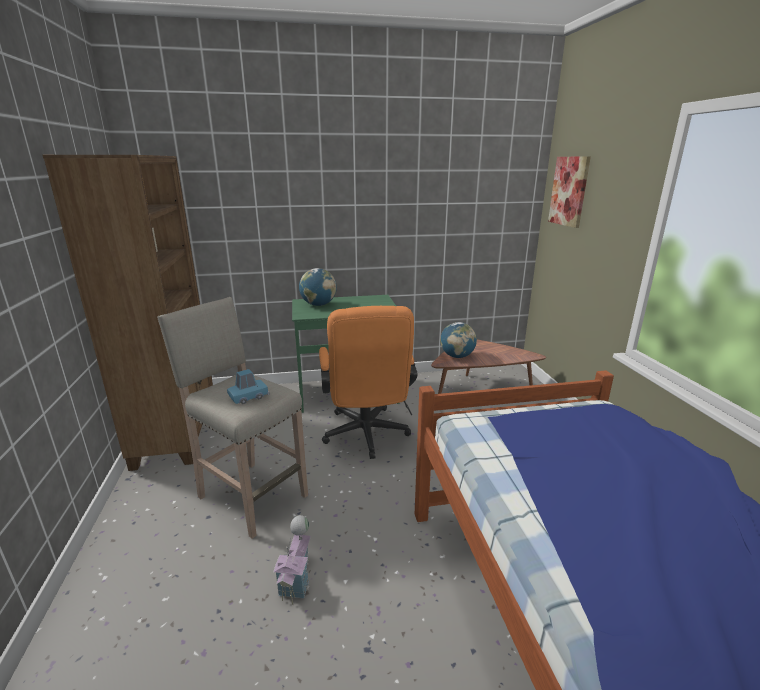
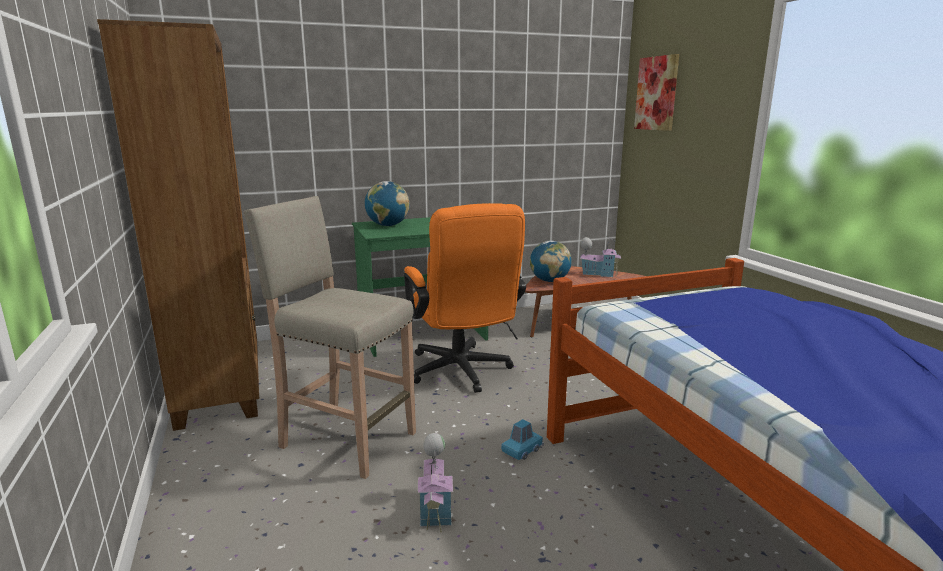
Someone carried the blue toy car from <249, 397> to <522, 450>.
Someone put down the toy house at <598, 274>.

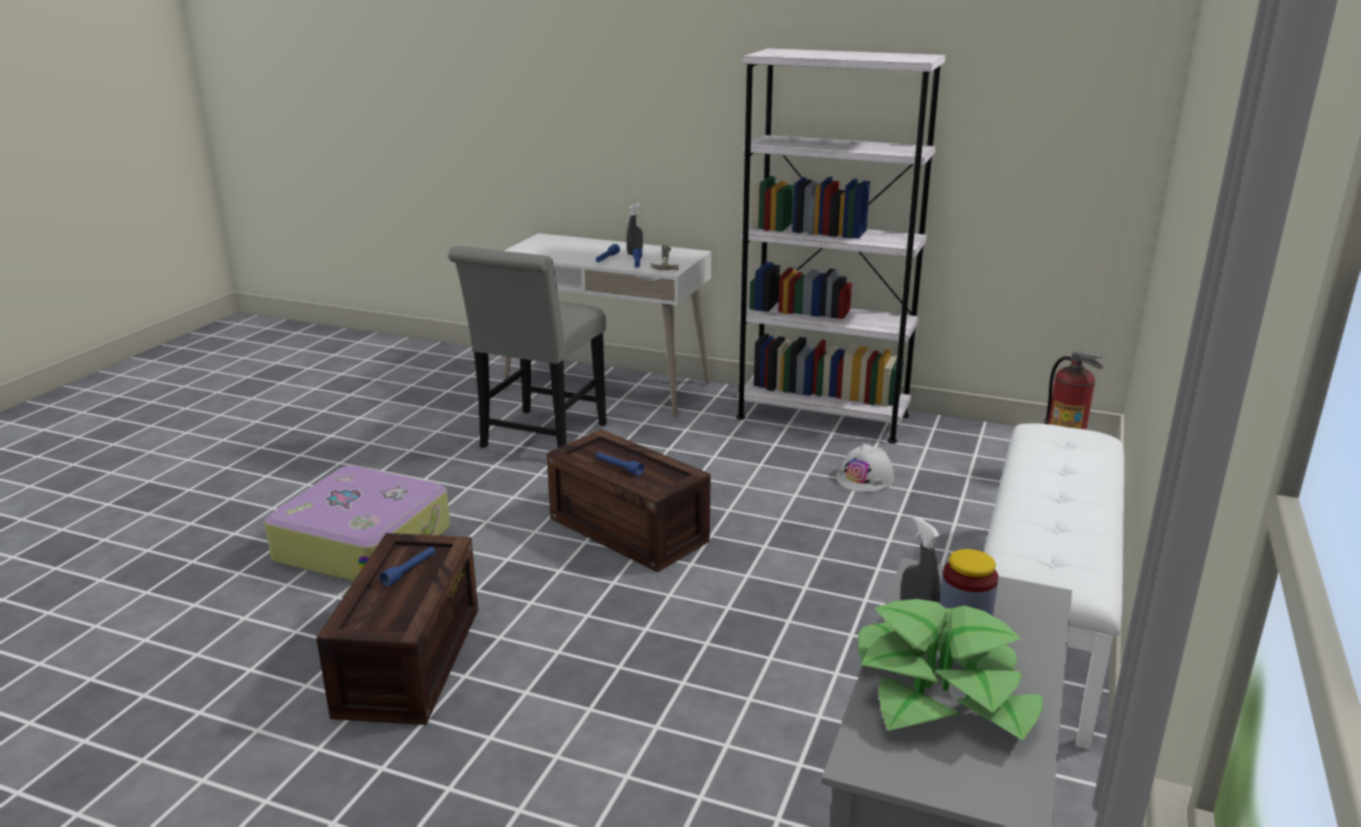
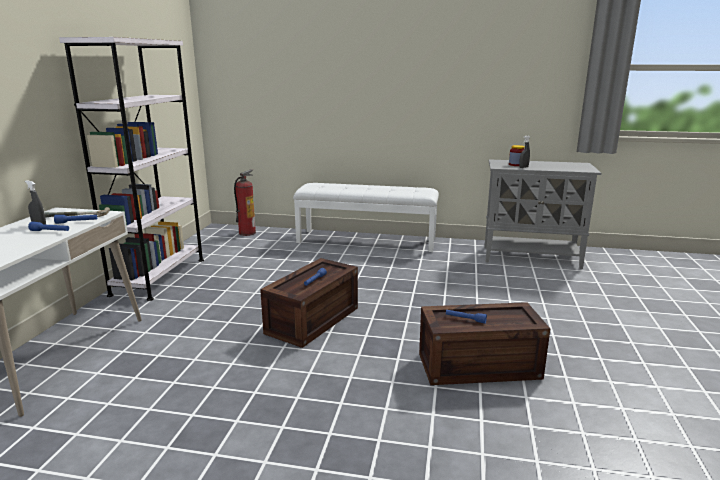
Someone took away the suitcase at <364, 543>.
Someone took away the grey chair at <539, 439>.
Someone took away the white hard hat at <865, 478>.
Someone took away the potted plant at <942, 691>.

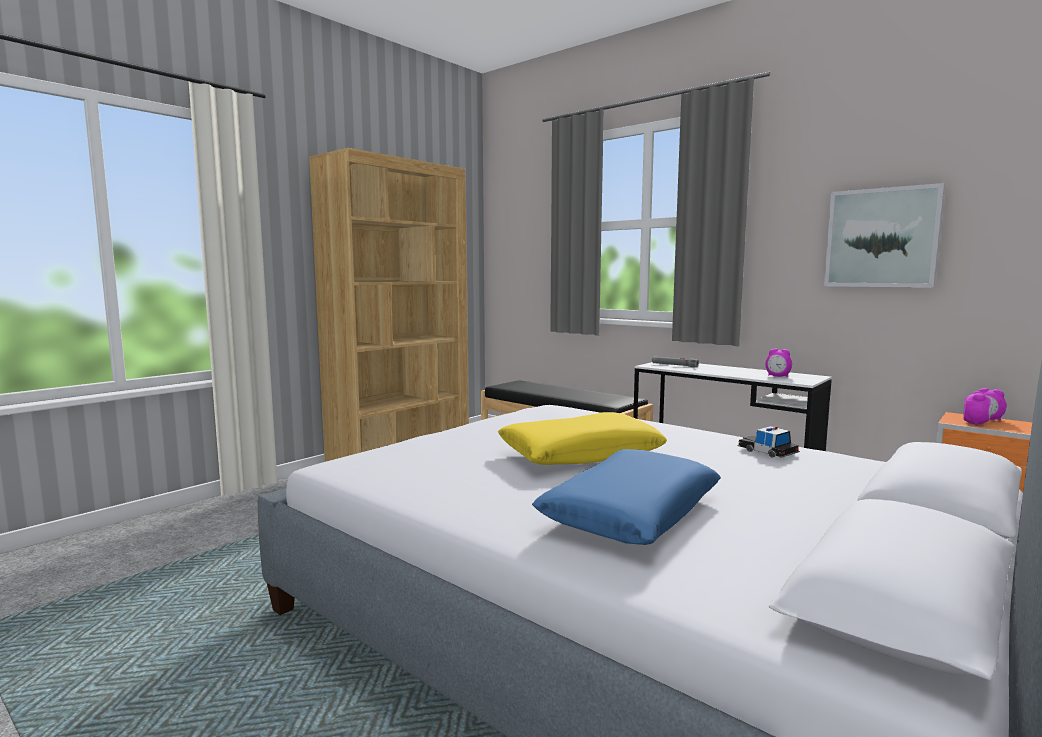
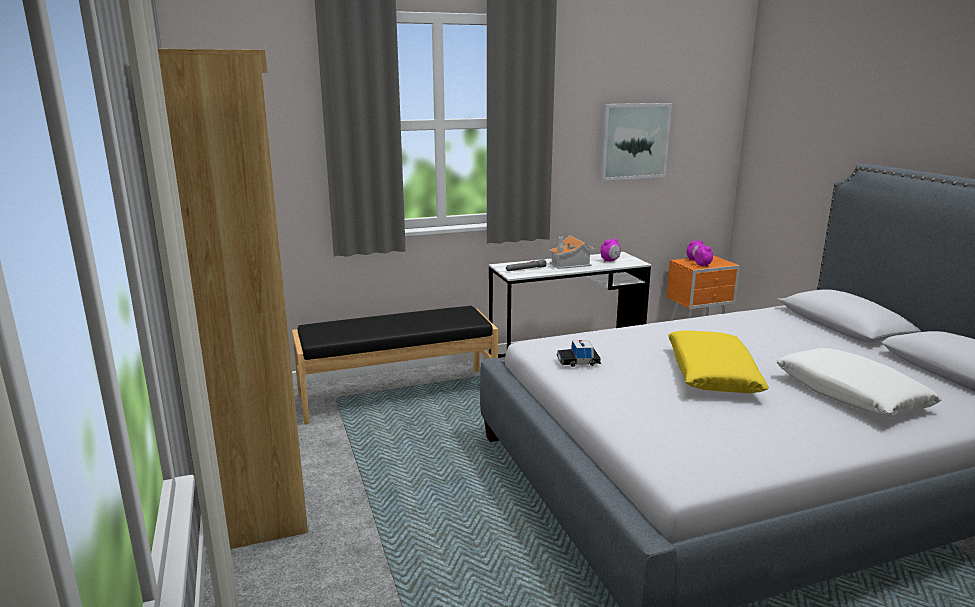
Someone repainted the blue pillow at <631, 513>, which became the white pillow at <850, 394>.
Someone carried the toy car from <767, 451> to <578, 361>.
Someone put down the toy house at <570, 263>.

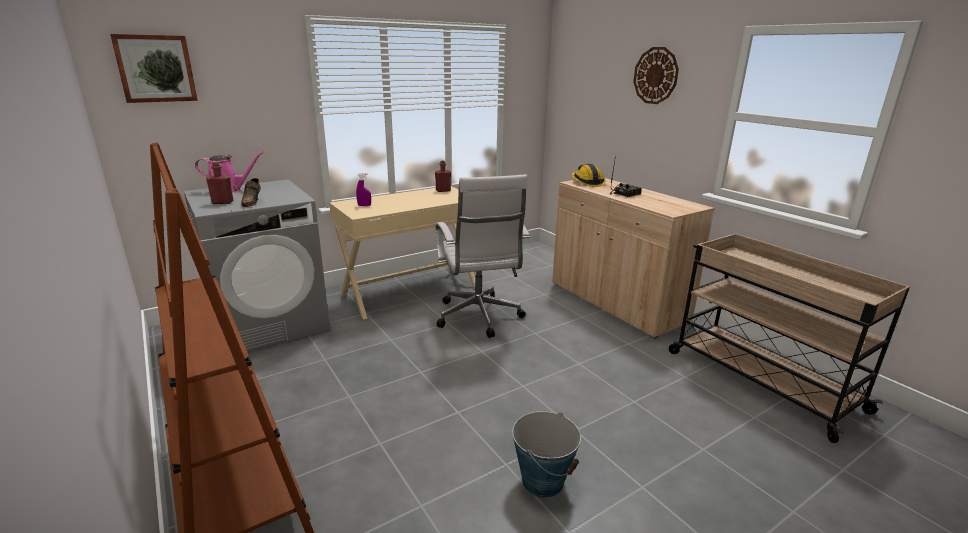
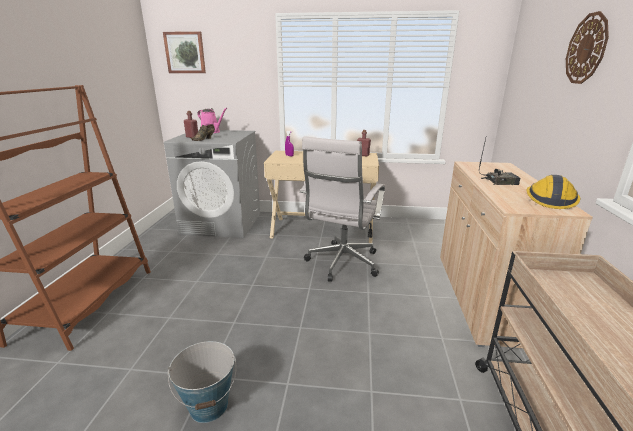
Someone carried the hard hat from <587, 182> to <550, 200>.

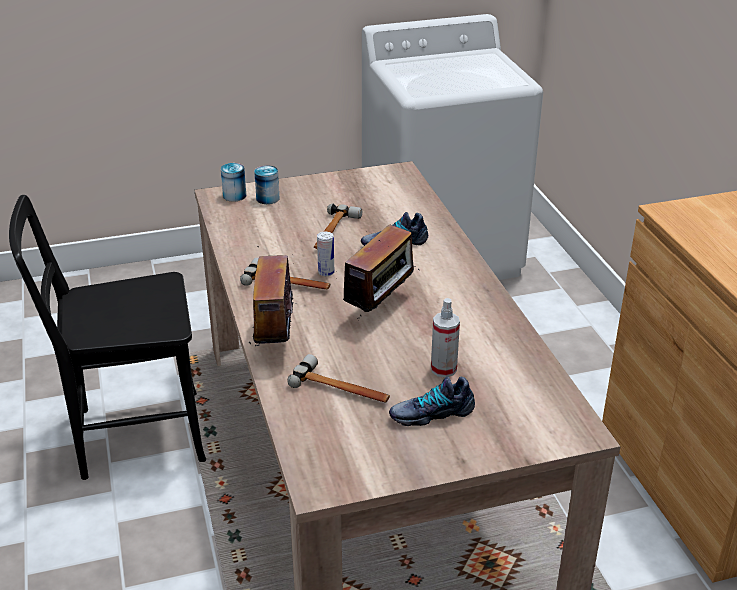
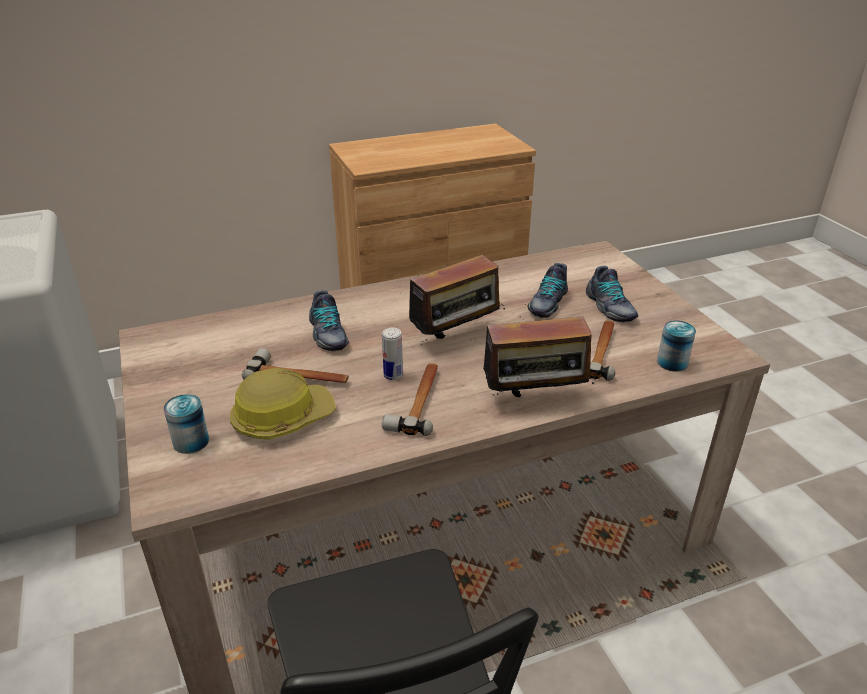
Someone carried the can from <234, 195> to <672, 362>.
Someone rotated the radio at <380, 306> by 120 degrees clockwise.
Someone swapped the spray bottle at <443, 369> for the shoe at <547, 303>.
Someone put down the hard hat at <282, 418>.

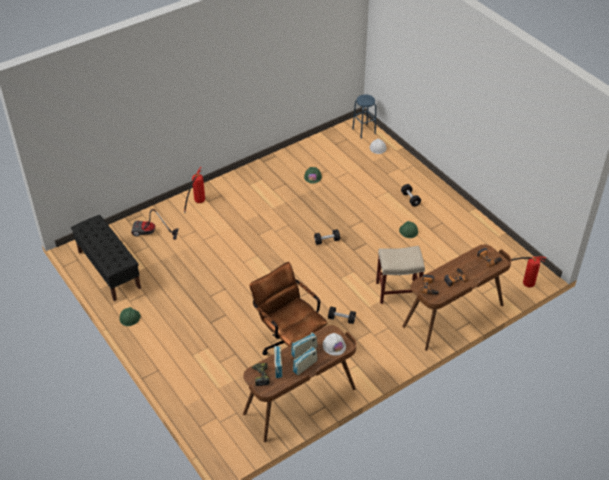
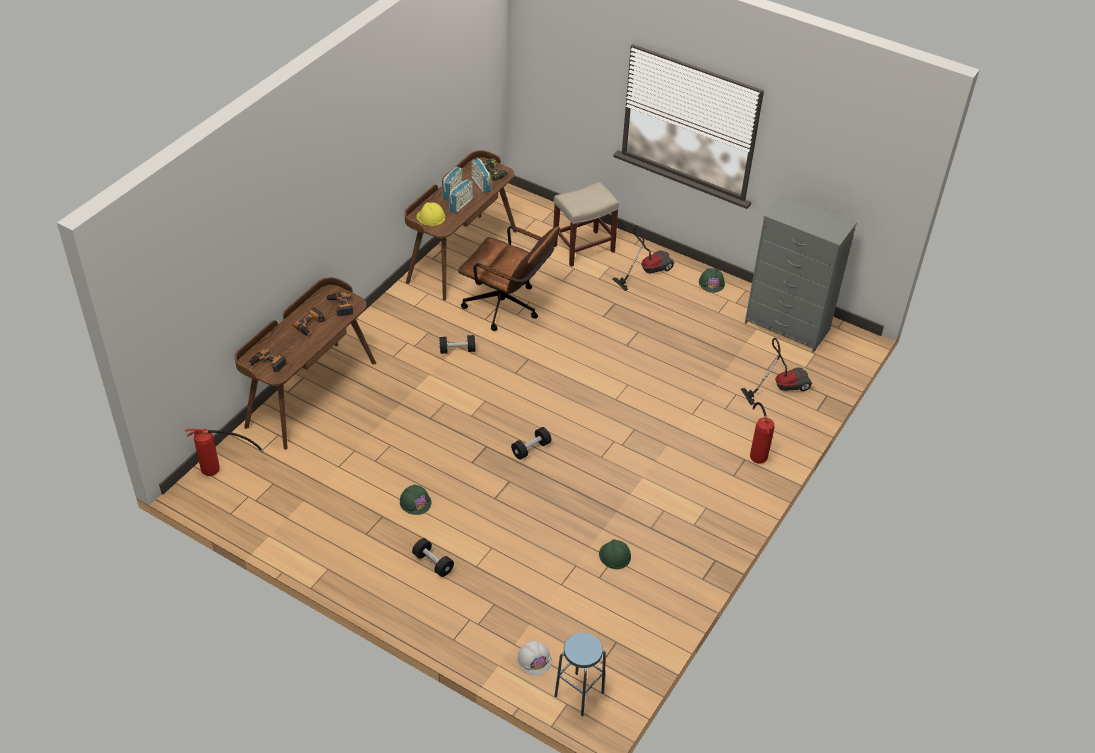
Someone swapped the black bench at <109, 269> for the grey dresser at <788, 326>.
Someone repainted the white hard hat at <334, 346>, which became the yellow hard hat at <430, 217>.
Someone carried the beige stool from <398, 291> to <582, 249>.
Someone put down the vacuum cleaner at <646, 270>.

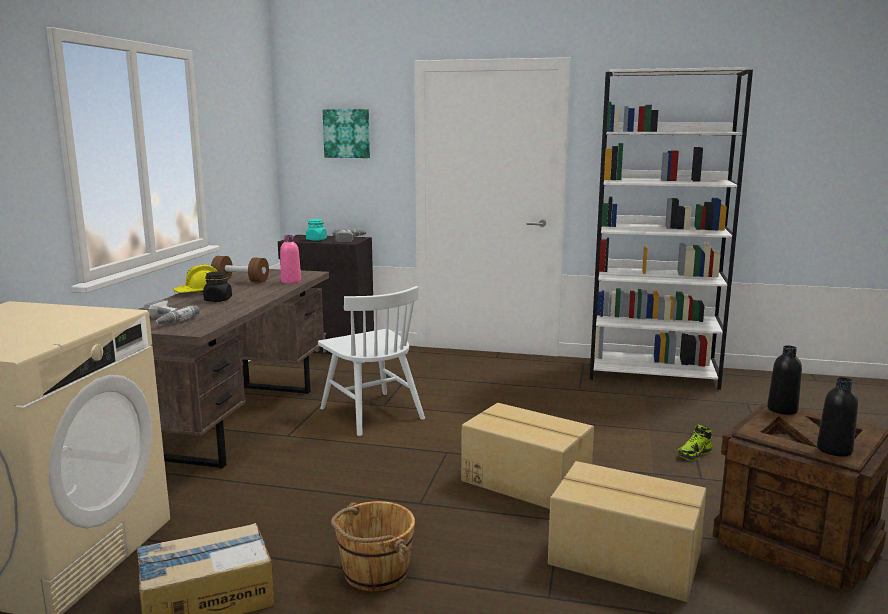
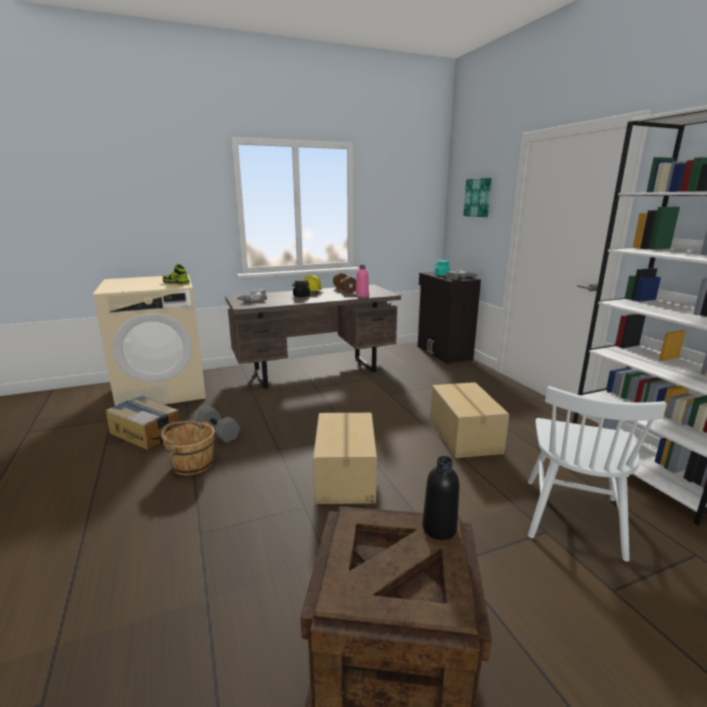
Someone carried the white chair from <371, 413> to <572, 516>.
Someone carried the cardboard box from <624, 560> to <463, 436>.
Someone carried the shoe from <694, 454> to <176, 283>.
Someone took away the black bottle at <834, 450>.
Someone put down the grey dumbbell at <217, 433>.

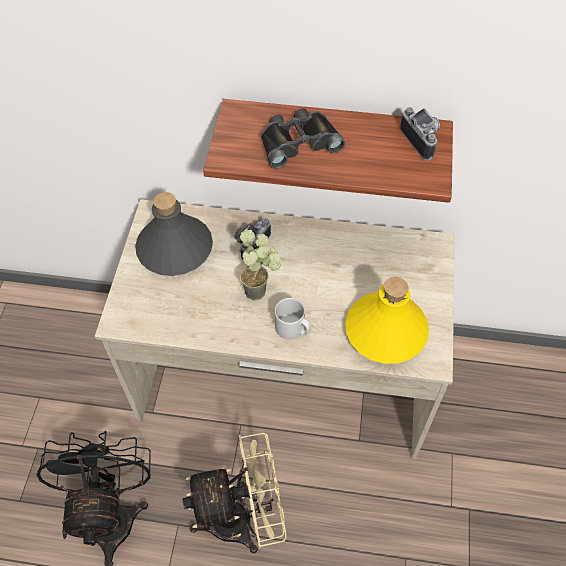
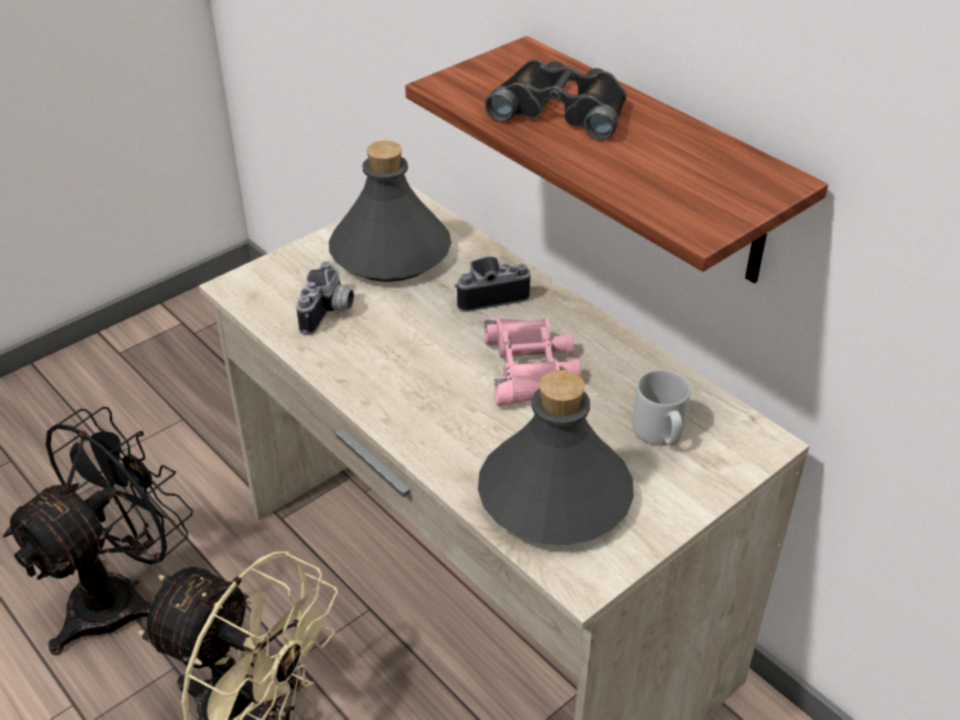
Someone took away the potted plant at <261, 291>.
Someone carried the grey mug from <293, 329> to <660, 433>.
Someone repainted the yellow bottle at <385, 331>, which became the grey bottle at <554, 496>.
Someone carried the photo camera from <423, 140> to <329, 313>.
Someone put down the pink binoculars at <530, 368>.

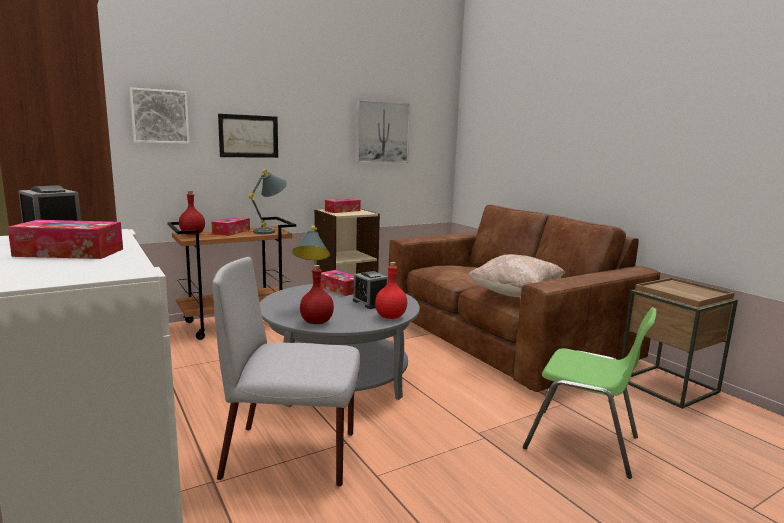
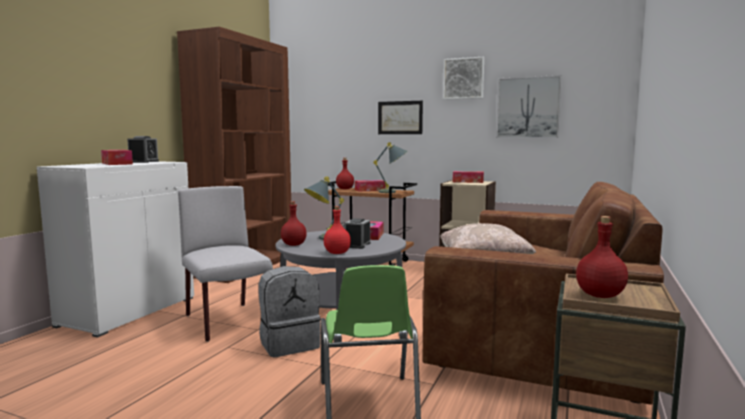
Someone carried the picture from <159, 116> to <463, 78>.
Someone put down the grey backpack at <289, 344>.
Someone put down the red bottle at <600, 296>.

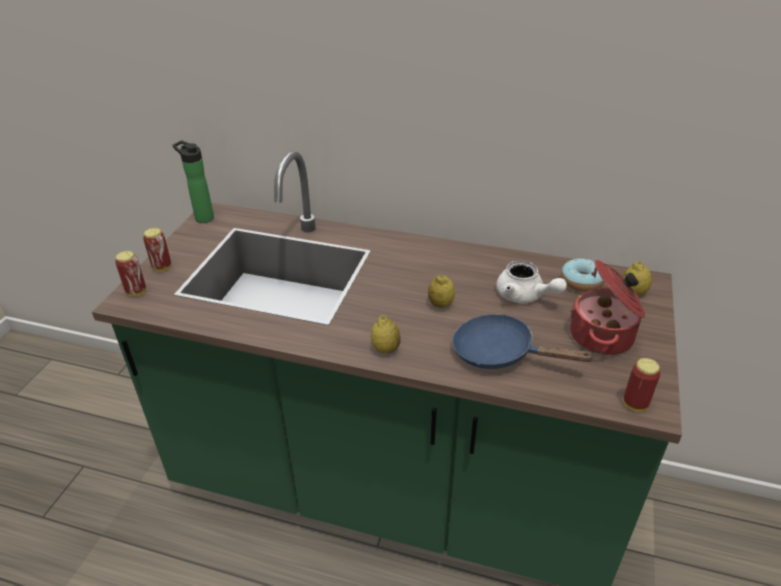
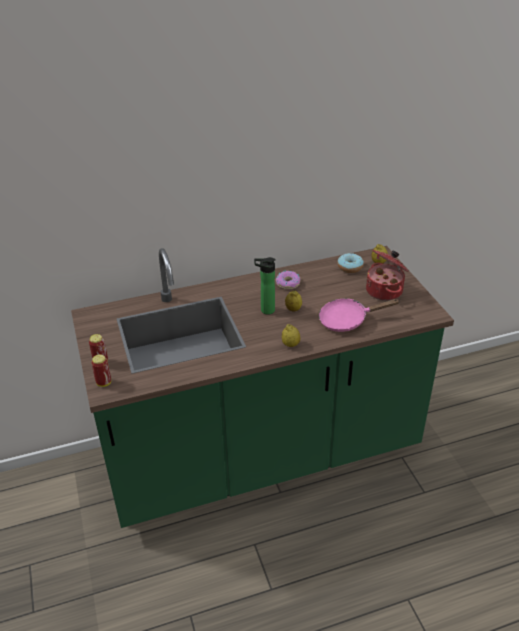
Someone carried the bottle from <202, 217> to <265, 310>.
Someone repainted the blue frying pan at <500, 353>, which became the pink frying pan at <347, 320>.
Someone took away the white teapot at <524, 296>.
Someone took away the can at <635, 404>.
Someone put down the donut at <288, 283>.

